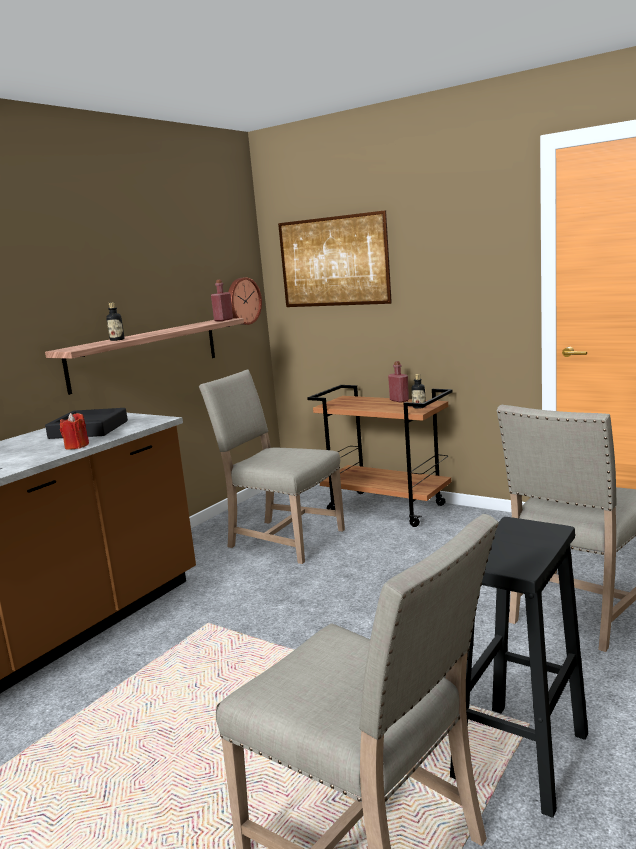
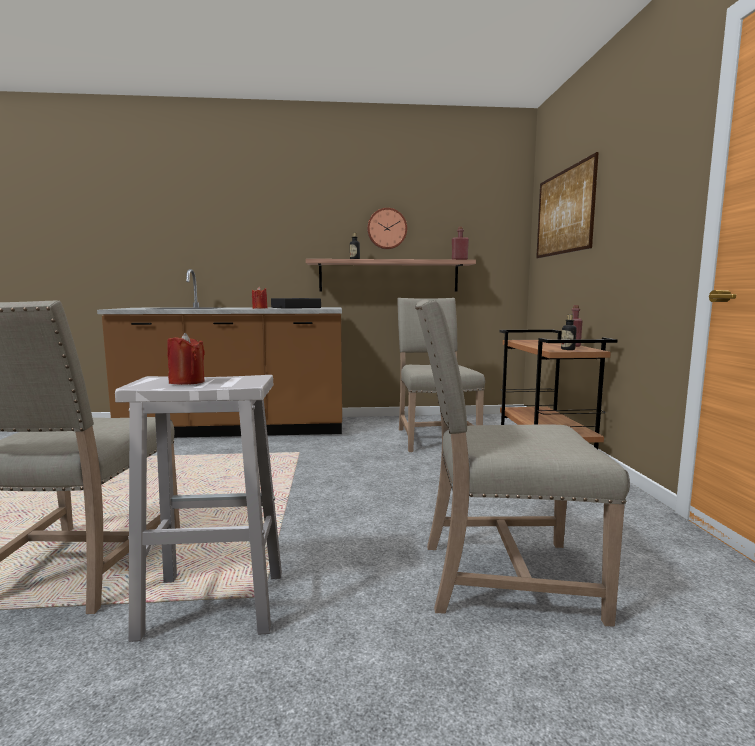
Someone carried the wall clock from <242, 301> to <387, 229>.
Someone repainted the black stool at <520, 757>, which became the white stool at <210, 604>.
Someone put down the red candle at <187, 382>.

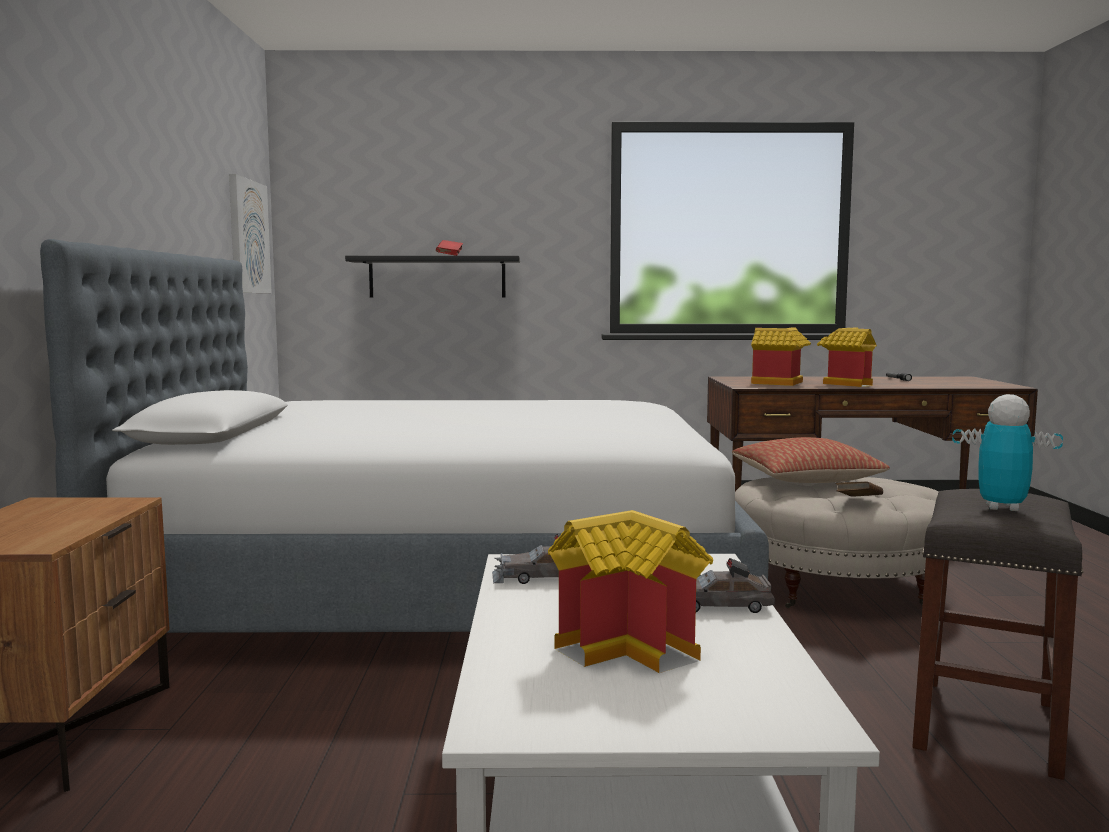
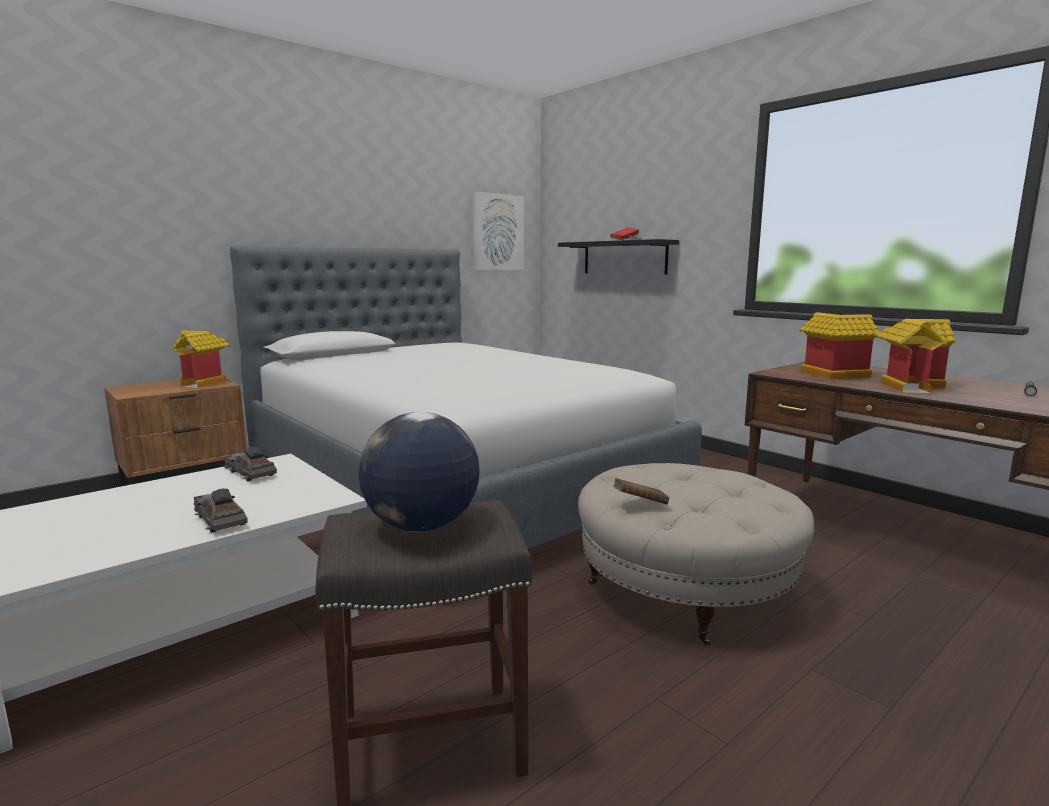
Someone carried the toy house from <632, 648> to <204, 383>.
Someone took away the pillow at <805, 480>.
Someone swapped the toy robot at <1001, 508> for the globe at <421, 526>.

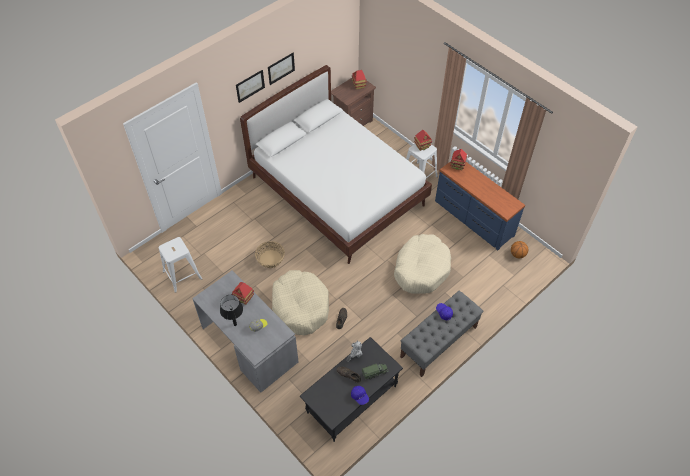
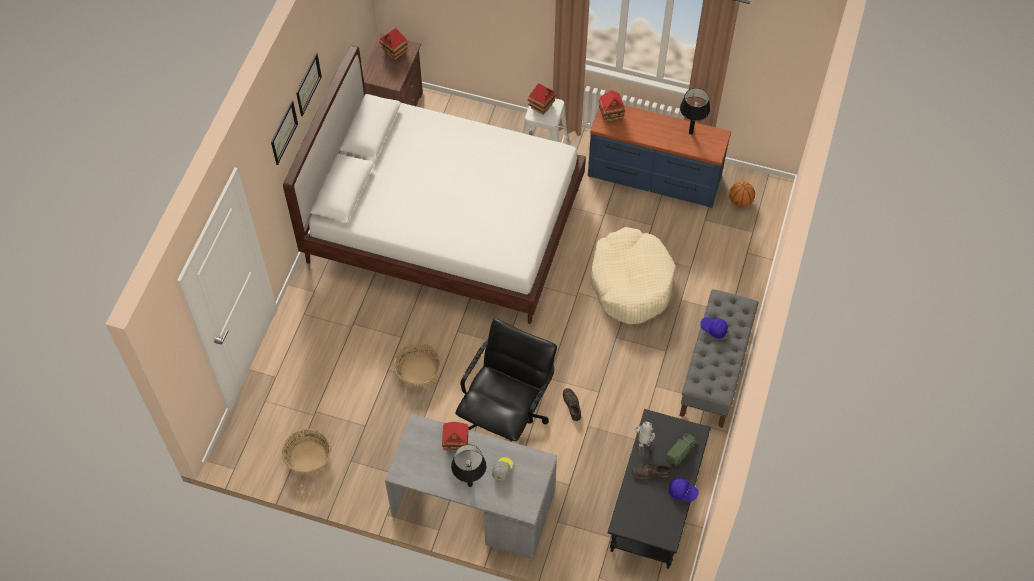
Someone swapped the white stool at <182, 275> for the basket at <308, 458>.
Someone swapped the beige dog bed at <300, 306> for the black office chair at <506, 416>.
Someone put down the black table lamp at <690, 132>.

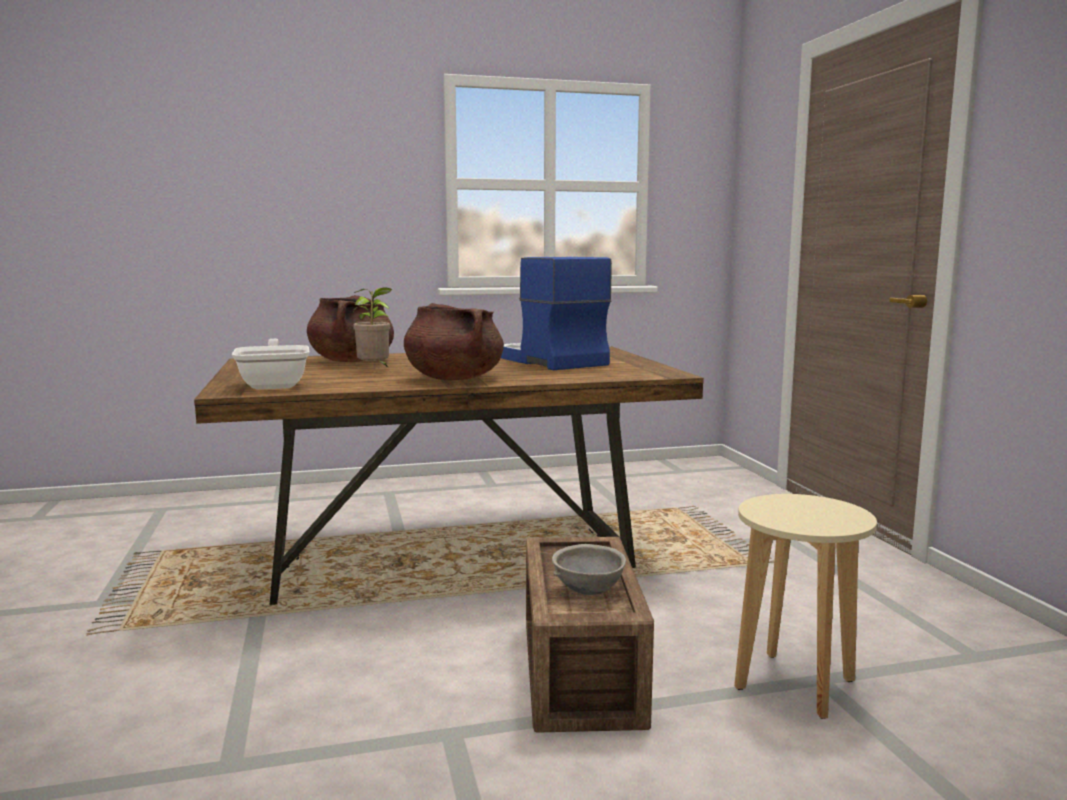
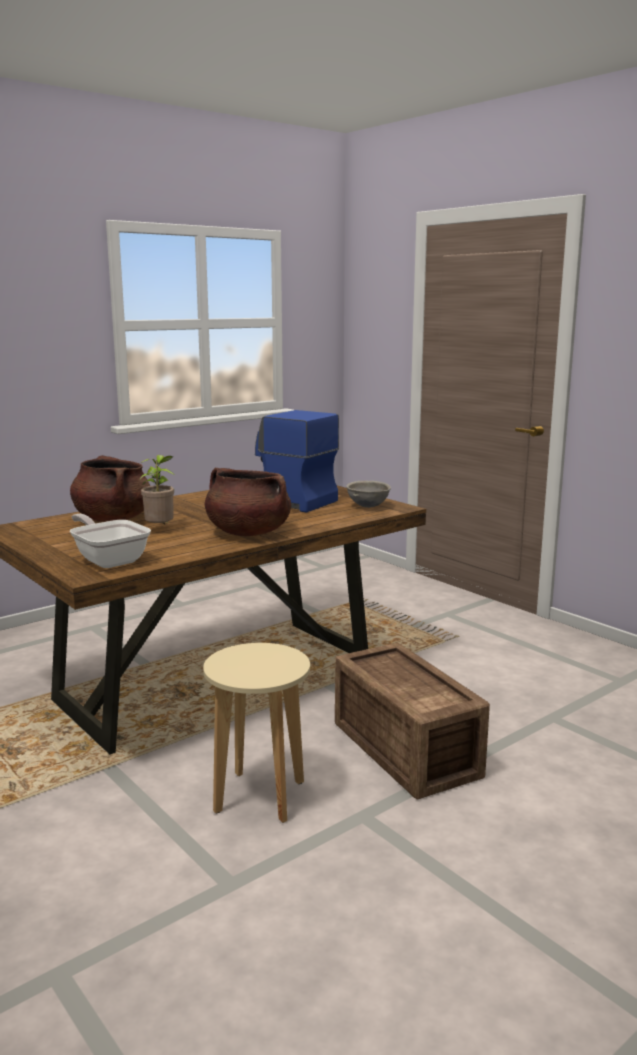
Someone carried the grey bowl from <589, 592> to <368, 506>.
Someone carried the beige stool from <794, 685> to <259, 797>.

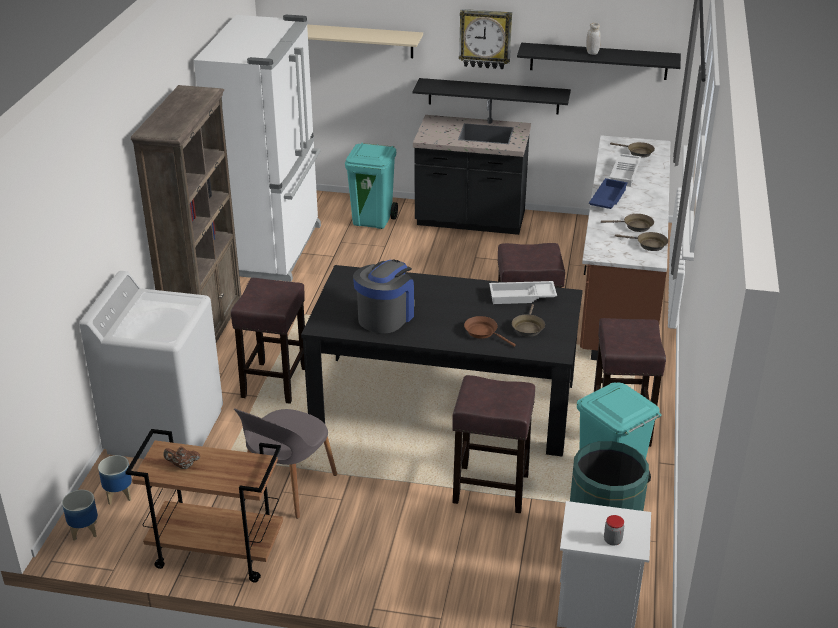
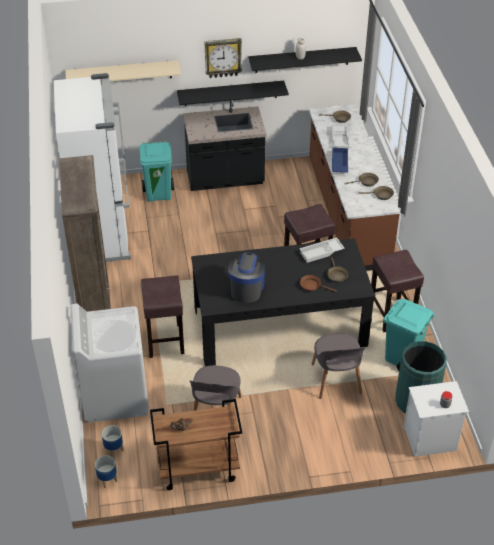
Someone swapped the brown stool at <489, 489> for the grey chair at <336, 380>.

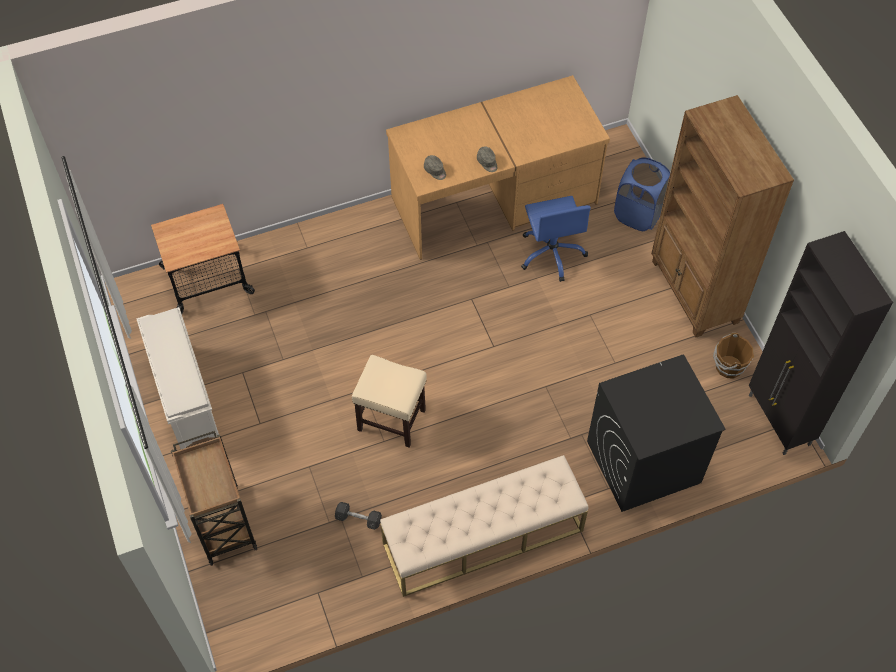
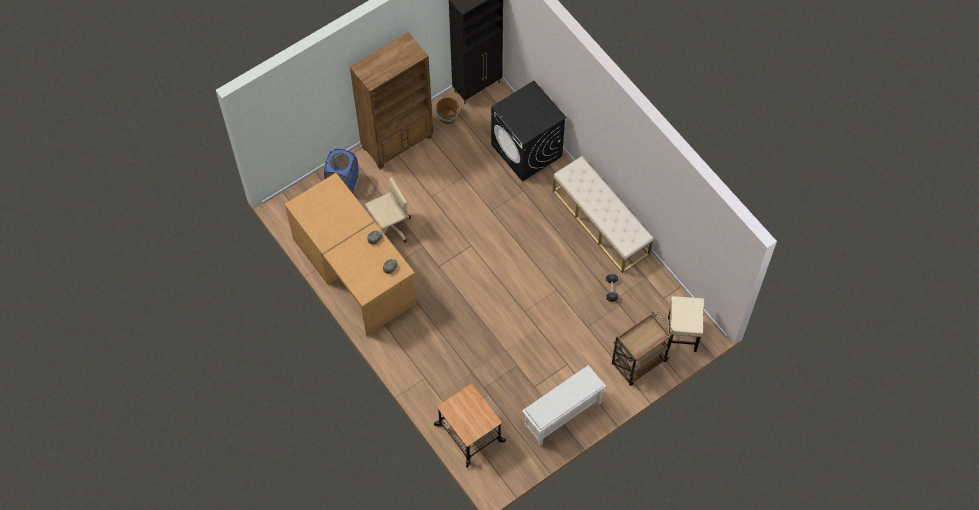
Someone carried the beige stool from <392, 420> to <681, 333>.
Someone repainted the blue office chair at <552, 253>, which became the beige office chair at <389, 227>.

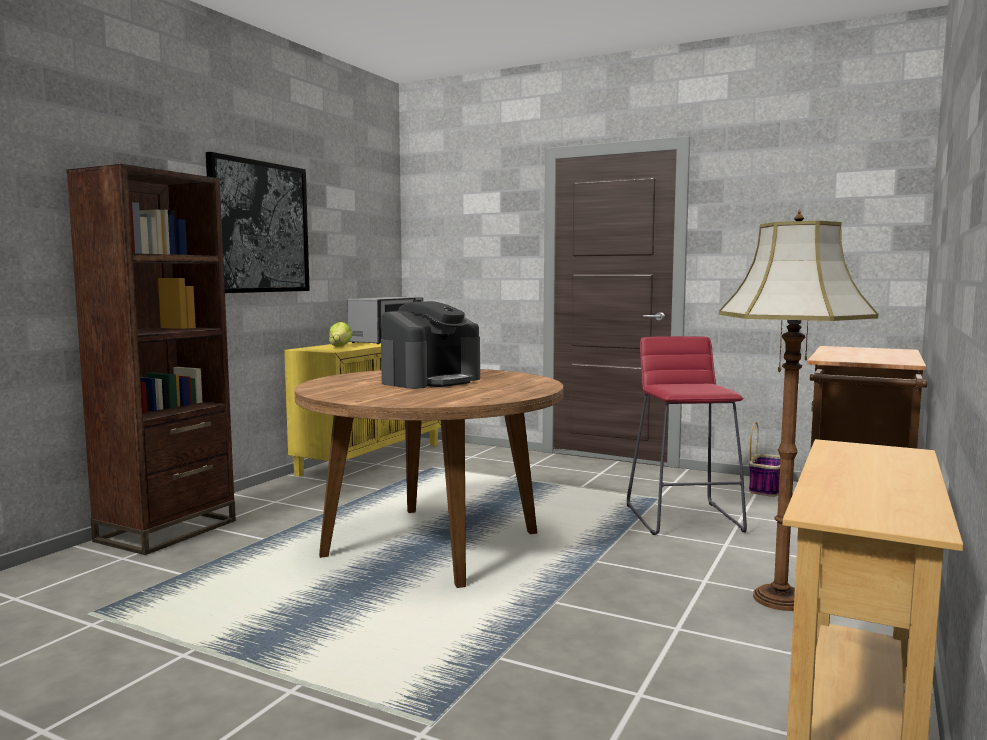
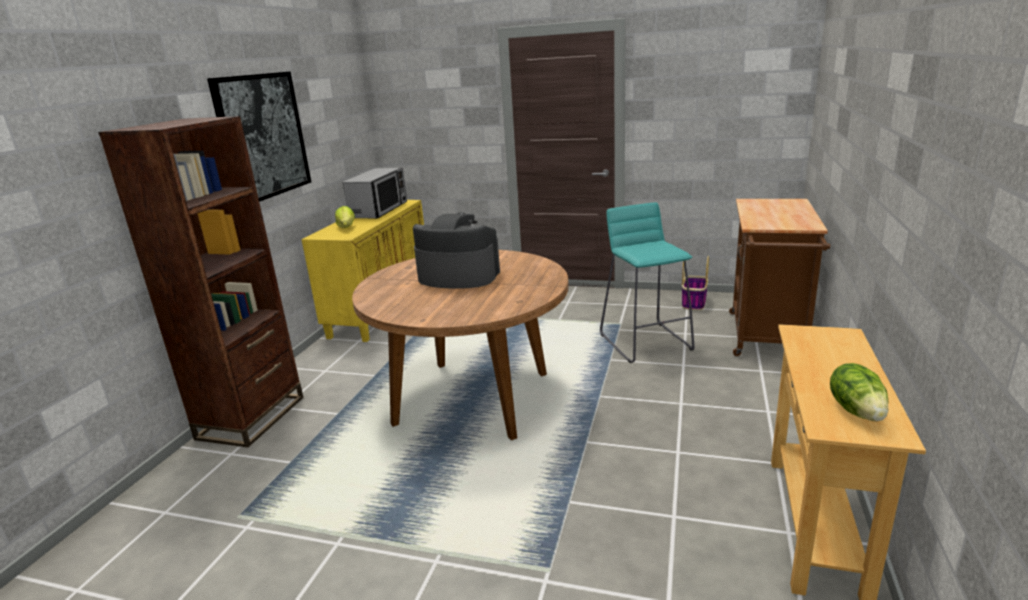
Someone rotated the coffee machine at <431, 381> by 105 degrees counterclockwise.
Someone repainted the red stool at <684, 518>, which became the turquoise stool at <646, 341>.
Someone took away the floor lamp at <782, 599>.
Someone put down the lettuce at <857, 410>.

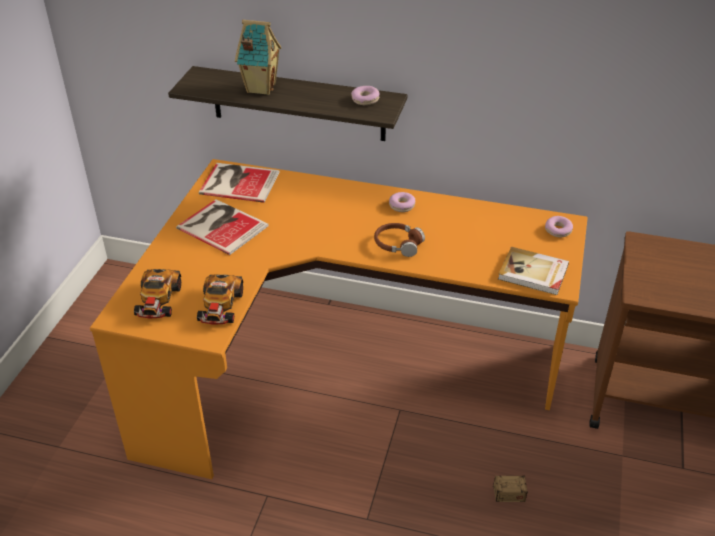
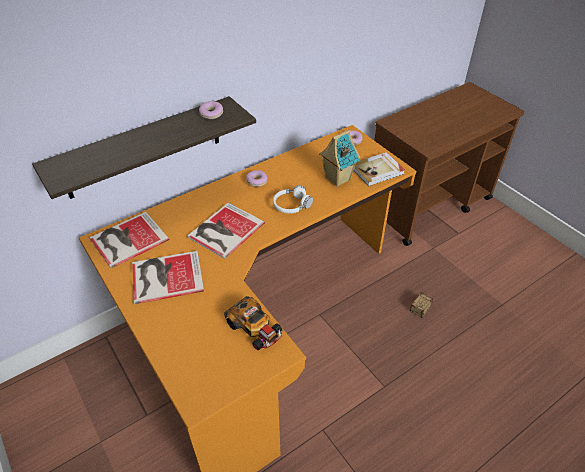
Someone took away the toy car at <158, 301>.
Someone carried the toy house from <260, 88> to <336, 179>.
Someone repainted the brown headphones at <398, 244>, which became the white headphones at <291, 205>.
Someone put down the book at <224, 230>.

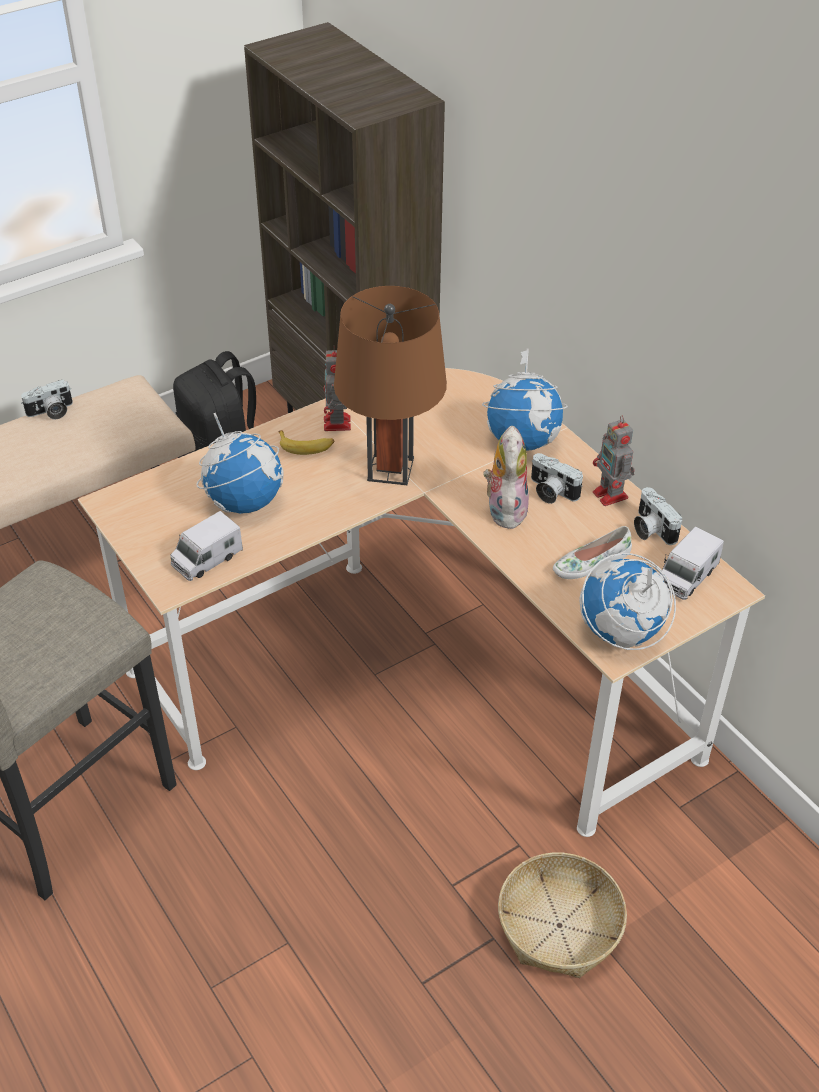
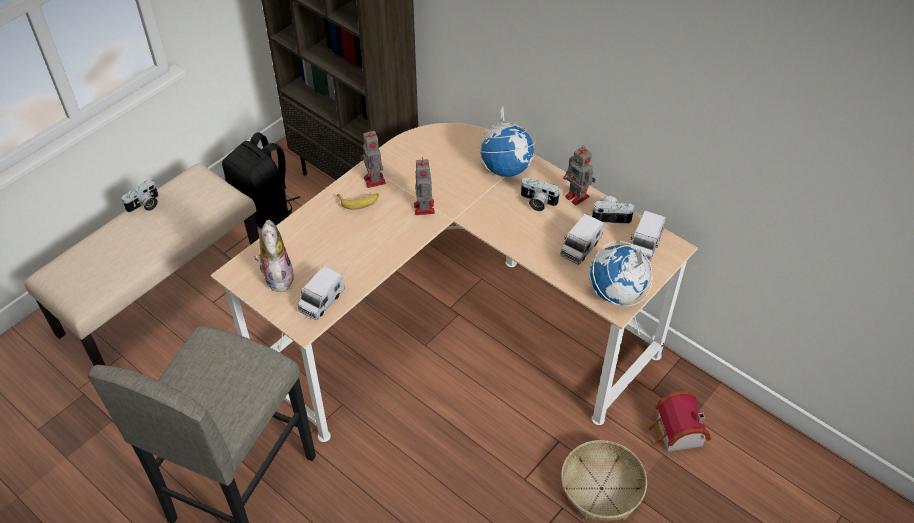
Someone took away the globe at <244, 501>.
Someone swapped the brown table lamp at <390, 469> for the toy robot at <424, 207>.
Someone carried the plush toy from <504, 509> to <276, 277>.
Someone swapped the white shoe at <590, 562> for the toy truck at <580, 247>.
Someone rotated the photo camera at <650, 529> by 135 degrees clockwise.
Someone put down the toy house at <676, 434>.

